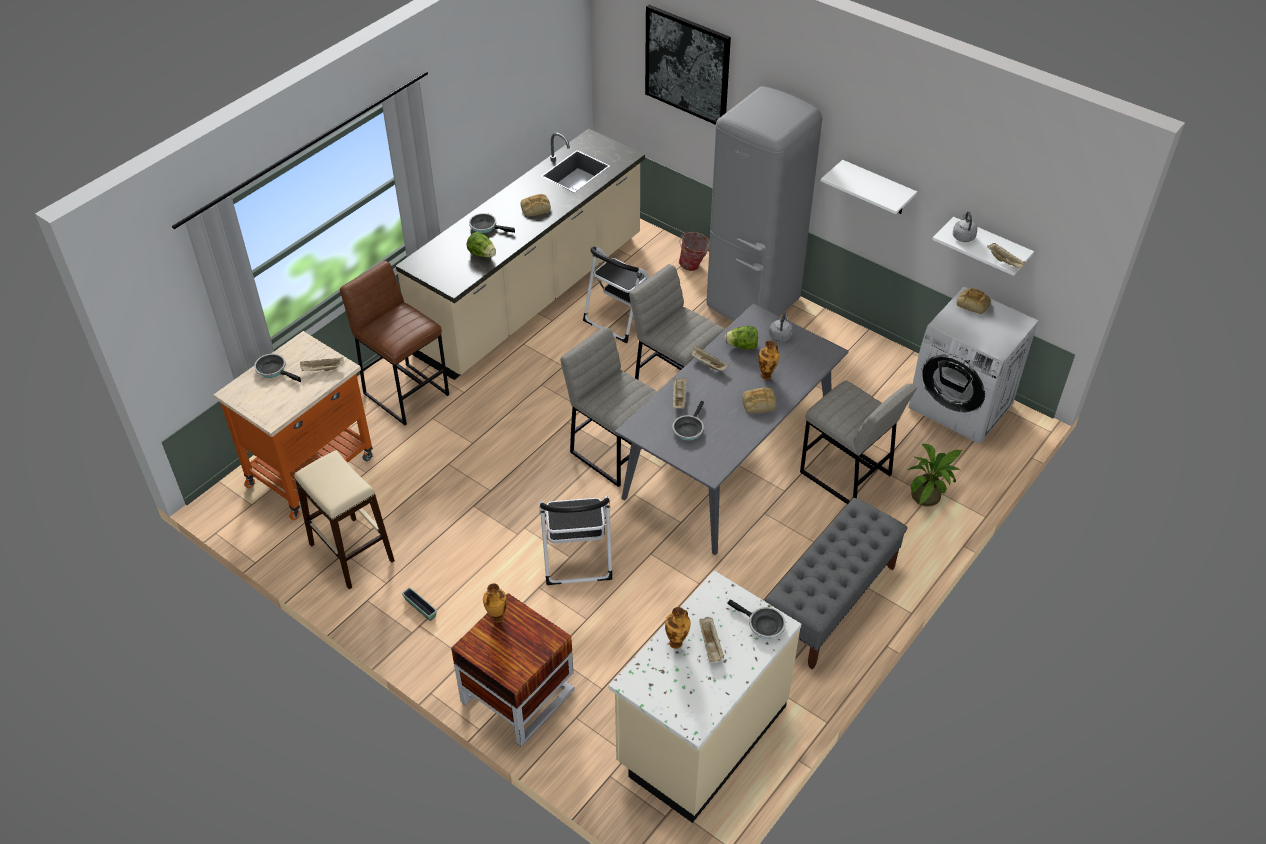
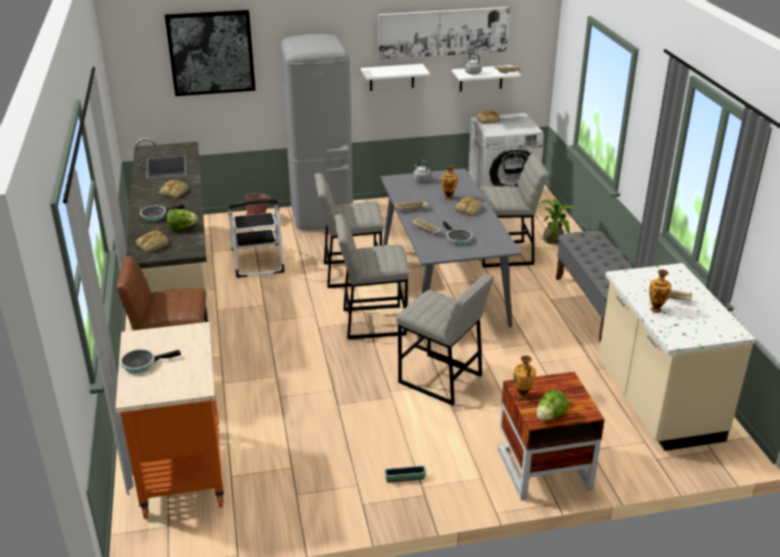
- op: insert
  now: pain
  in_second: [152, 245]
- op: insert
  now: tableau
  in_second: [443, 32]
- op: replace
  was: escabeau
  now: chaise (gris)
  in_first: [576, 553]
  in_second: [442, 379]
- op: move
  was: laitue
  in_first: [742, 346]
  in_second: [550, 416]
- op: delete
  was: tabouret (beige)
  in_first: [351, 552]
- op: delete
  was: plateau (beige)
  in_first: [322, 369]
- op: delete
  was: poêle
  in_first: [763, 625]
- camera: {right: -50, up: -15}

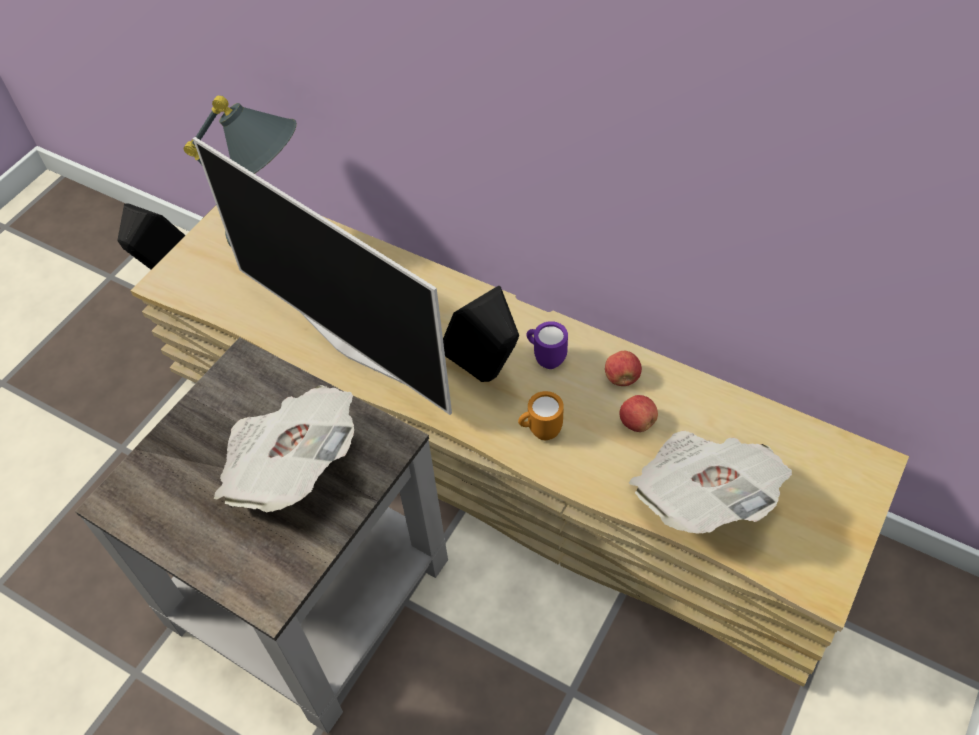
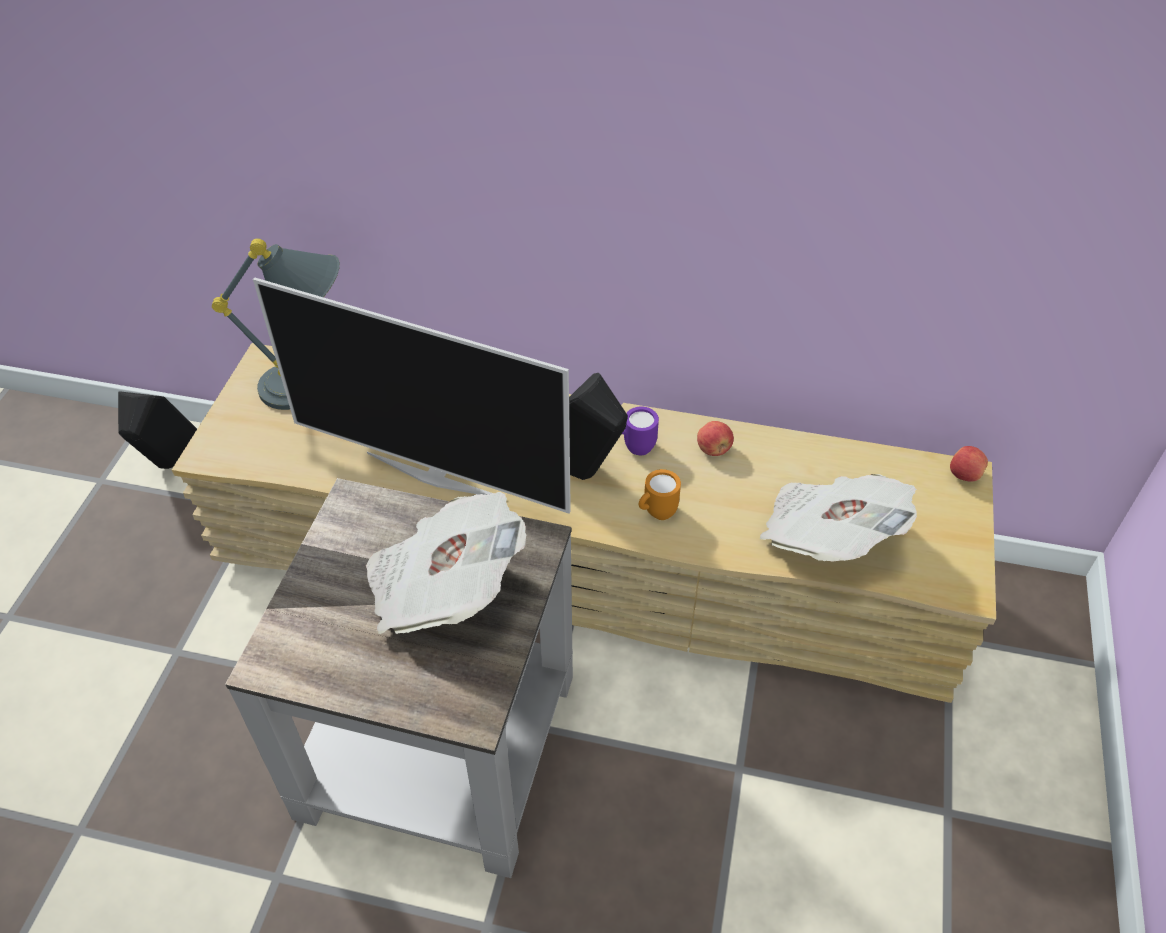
- op: move
  was: pomme
  in_first: [637, 422]
  in_second: [964, 474]
- camera: {right: -20, up: -5}

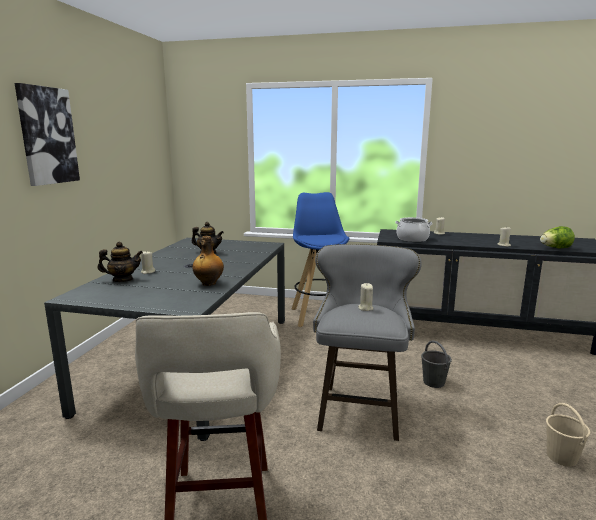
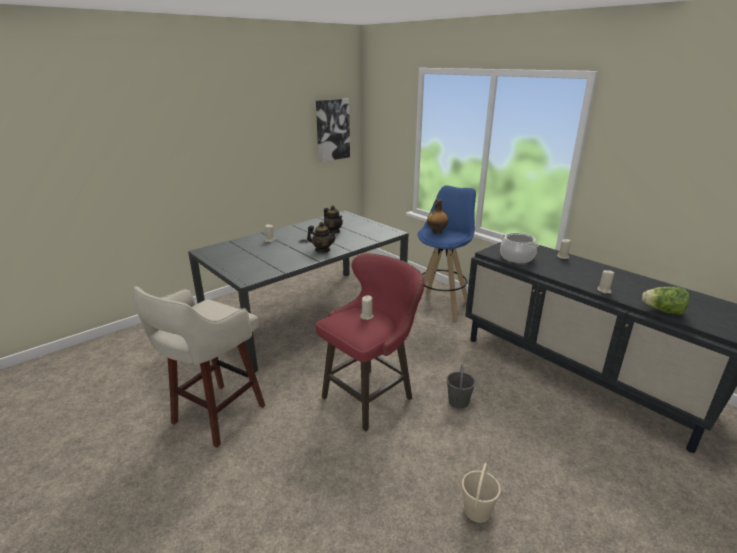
- op: move
  was: théière
  in_first: [122, 280]
  in_second: [322, 250]
- op: move
  was: tableau
  in_first: [47, 136]
  in_second: [332, 130]
- op: recolor
  was: tabouret (gris)
  now: tabouret (rouge)
  in_first: [360, 408]
  in_second: [370, 396]
- op: move
  was: bouteille
  in_first: [208, 283]
  in_second: [436, 231]
- camera: {right: 35, up: 10}

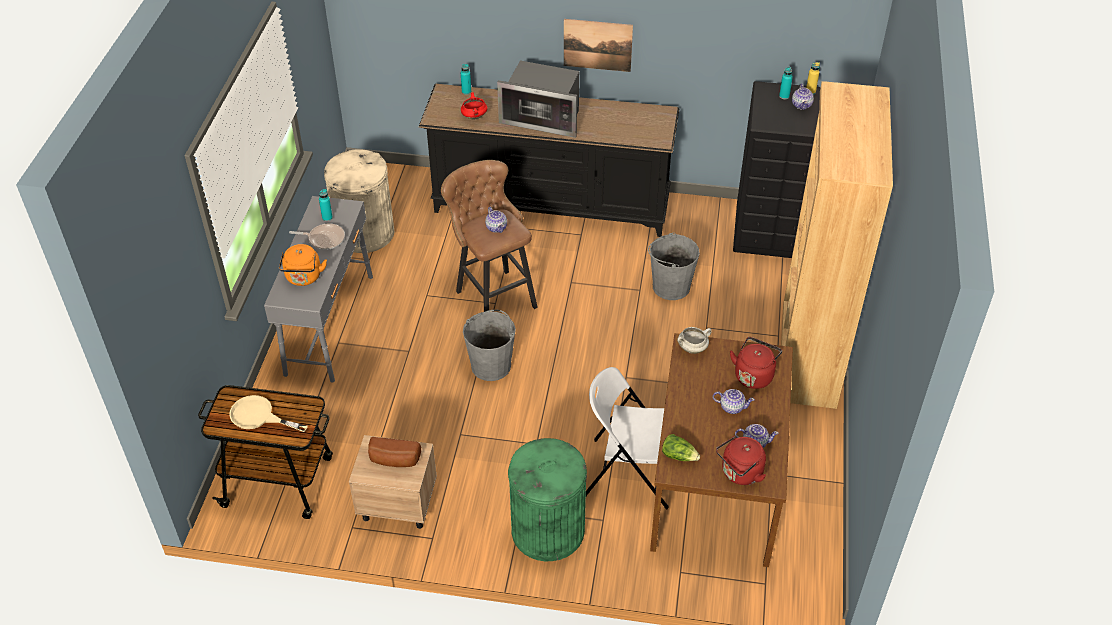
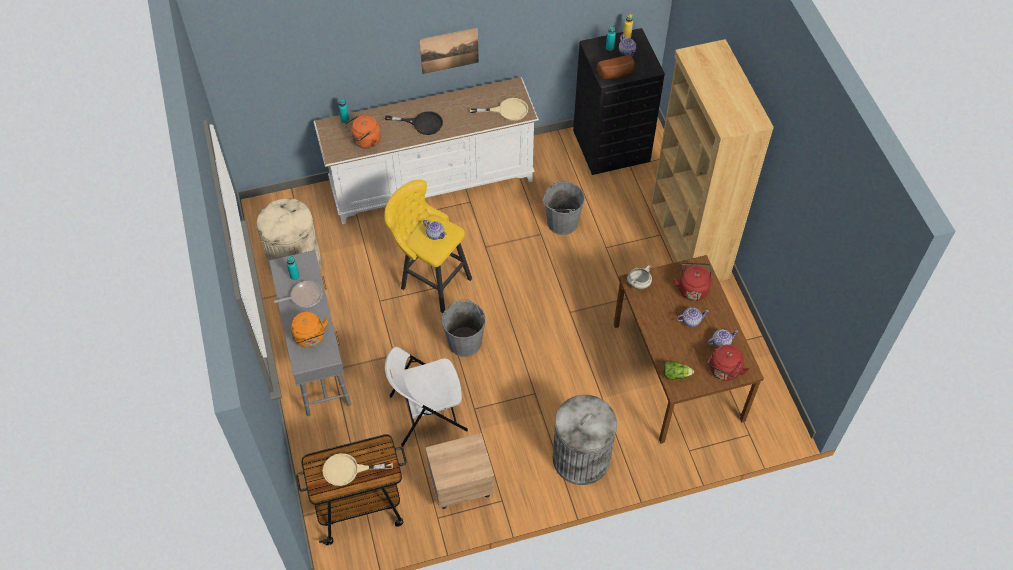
- op: recolor
  was: meuble de rangement (noir)
  now: meuble de rangement (blanc)
  in_first: [551, 205]
  in_second: [432, 184]
- op: replace
  was: marmite (rouge)
  now: bouilloire (orange)
  in_first: [474, 116]
  in_second: [365, 141]
- op: recolor
  was: tabouret (marron)
  now: tabouret (jaune)
  in_first: [491, 293]
  in_second: [429, 279]
- op: replace
  was: micro-ondes
  now: poêle (noir)
  in_first: [543, 118]
  in_second: [422, 123]
- op: move
  was: chaise (blanc)
  in_first: [630, 472]
  in_second: [428, 412]
- op: insert
  now: poêle (beige)
  in_second: [507, 111]
- op: recolor
  was: poubelle (vert)
  now: poubelle (gris)
  in_first: [547, 530]
  in_second: [581, 458]
- op: move
  was: pain
  in_first: [394, 461]
  in_second: [616, 74]
- camera: {right: -25, up: 10}

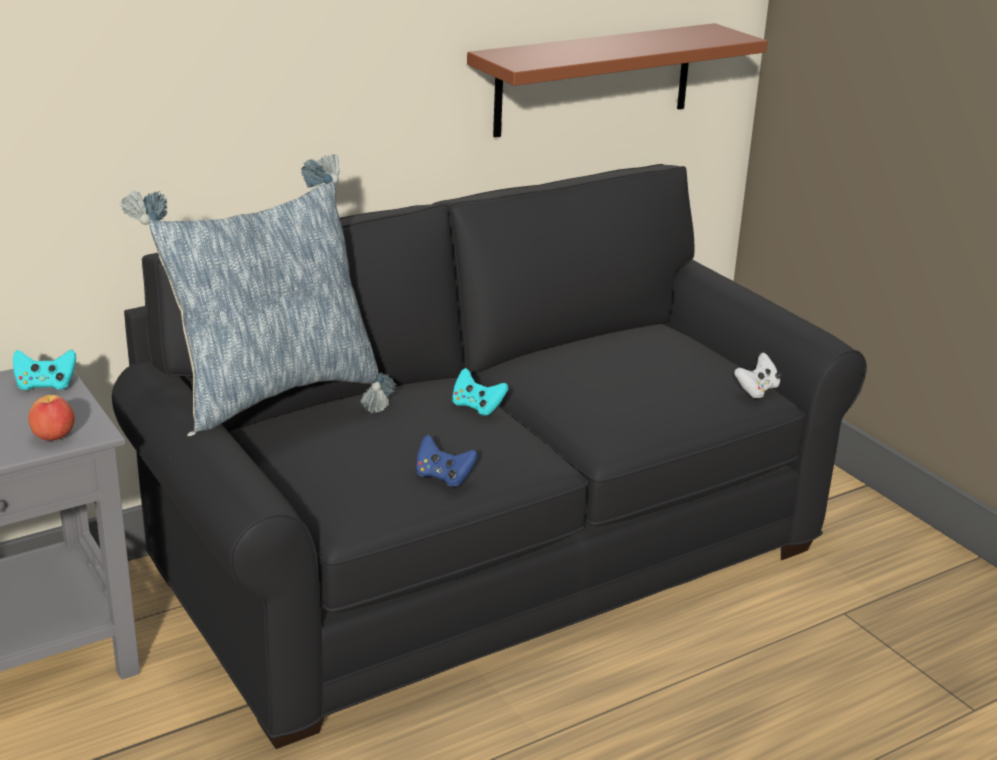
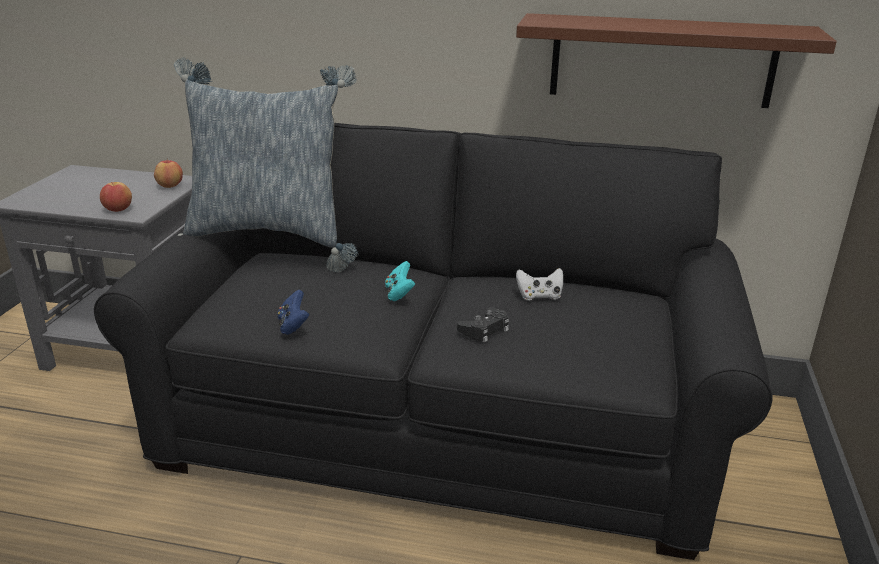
- op: replace
  was: manette (turquoise)
  now: pomme
  in_first: [46, 385]
  in_second: [170, 186]
- op: insert
  now: manette (noir)
  in_second: [485, 330]
- op: move
  was: manette (blanc)
  in_first: [757, 390]
  in_second: [539, 296]
- camera: {right: 45, up: 0}

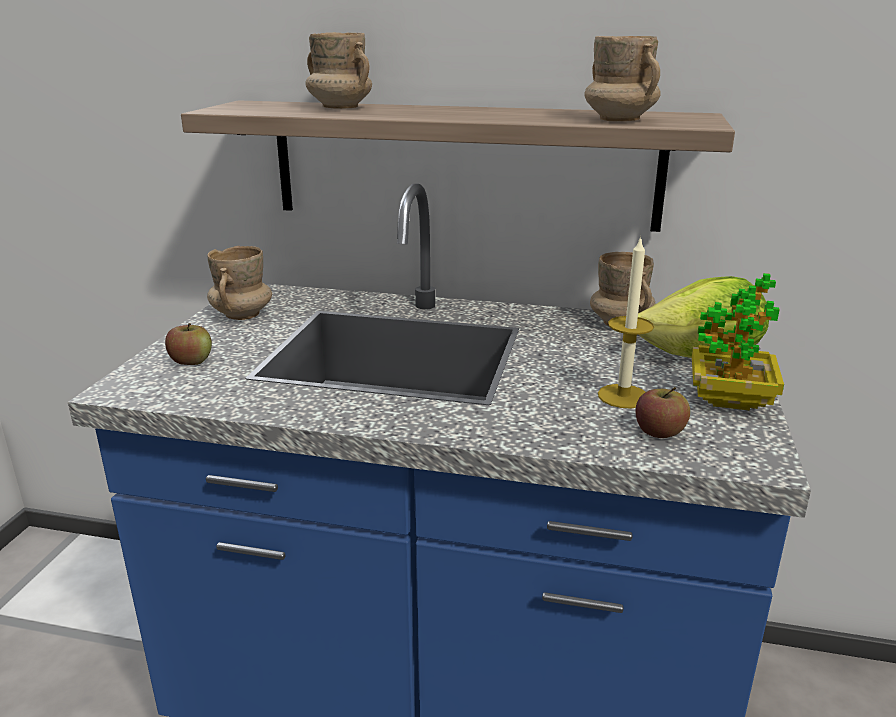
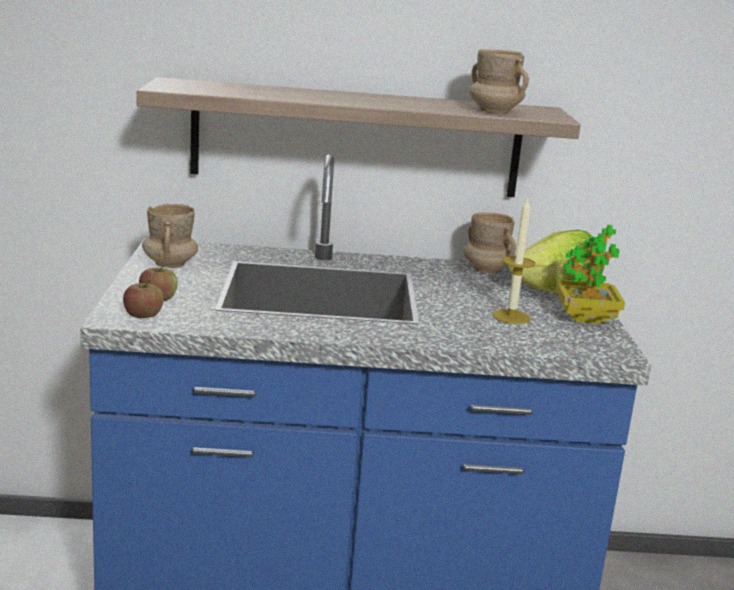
- op: move
  was: pomme
  in_first: [659, 432]
  in_second: [143, 315]
- op: delete
  was: mug (beige)
  in_first: [339, 107]
- camera: {right: -15, up: -5}

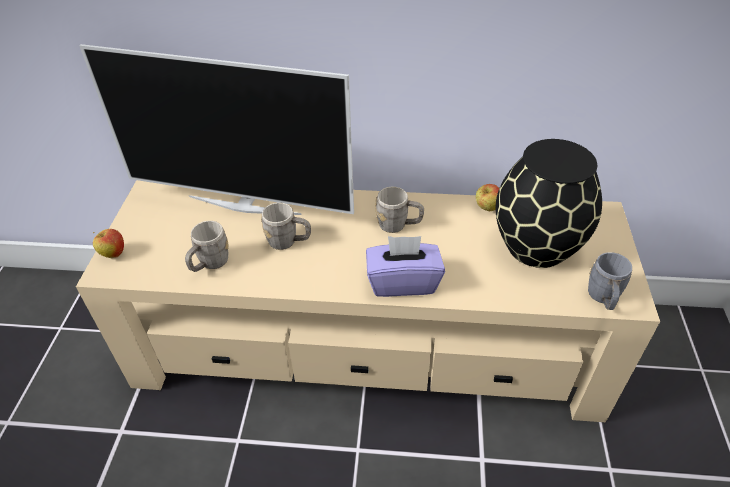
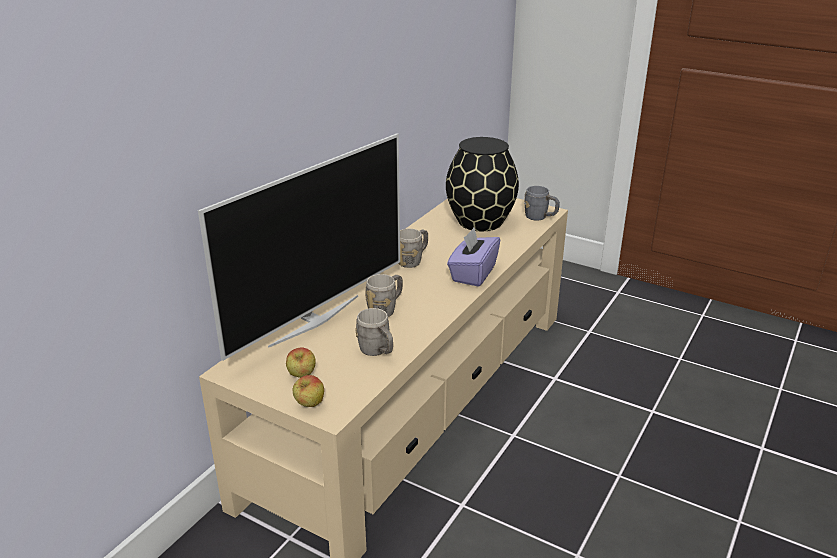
- op: move
  was: pomme
  in_first: [487, 208]
  in_second: [302, 376]
- camera: {right: -65, up: -15}

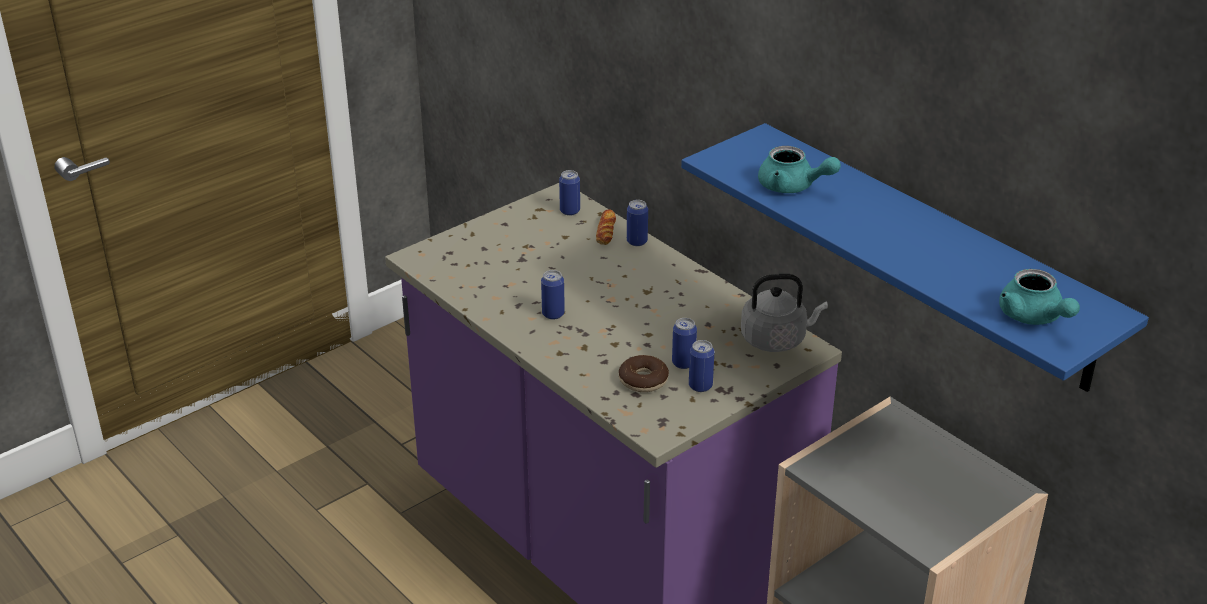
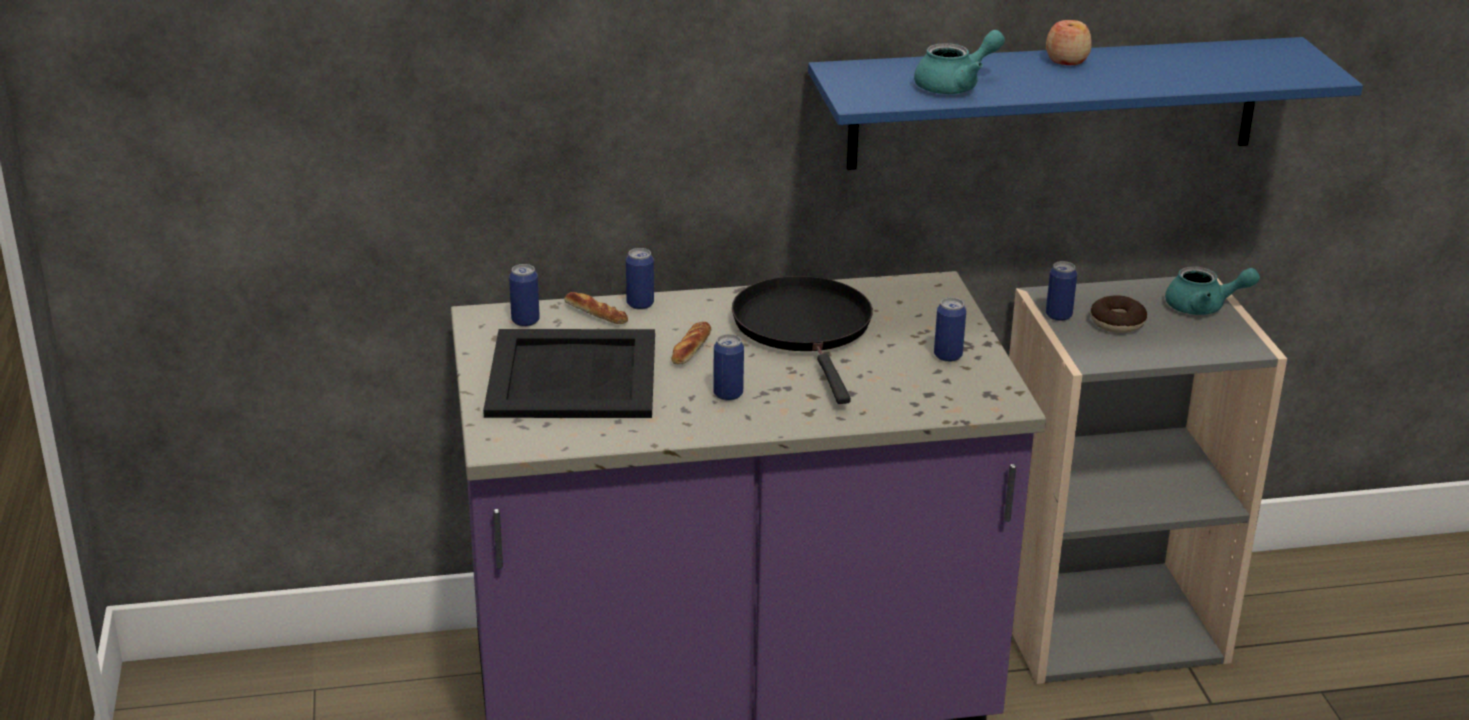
- op: insert
  now: plateau (noir)
  in_second: [571, 376]
- op: insert
  now: pain
  in_second: [691, 348]
- op: insert
  now: poêle (noir)
  in_second: [805, 329]
- op: insert
  now: pomme
  in_second: [1066, 61]
- op: move
  was: boîte métallique
  in_first: [683, 363]
  in_second: [1058, 316]
- op: move
  was: beignet
  in_first: [643, 380]
  in_second: [1117, 323]
- op: move
  was: théière (turquoise)
  in_first: [1034, 317]
  in_second: [1203, 307]
- op: delete
  was: bouilloire (gris)
  in_first: [776, 339]
- camera: {right: -60, up: -5}

